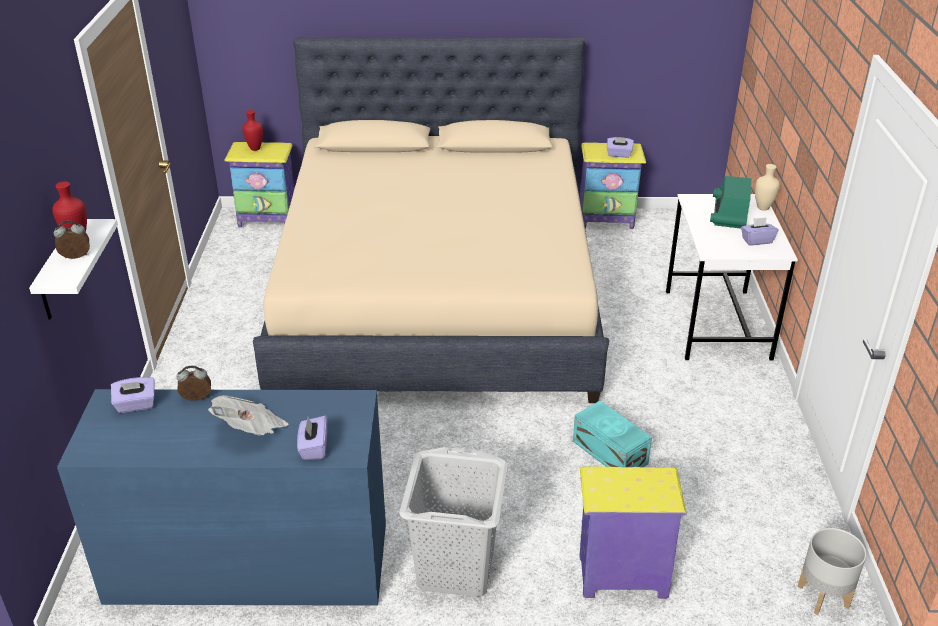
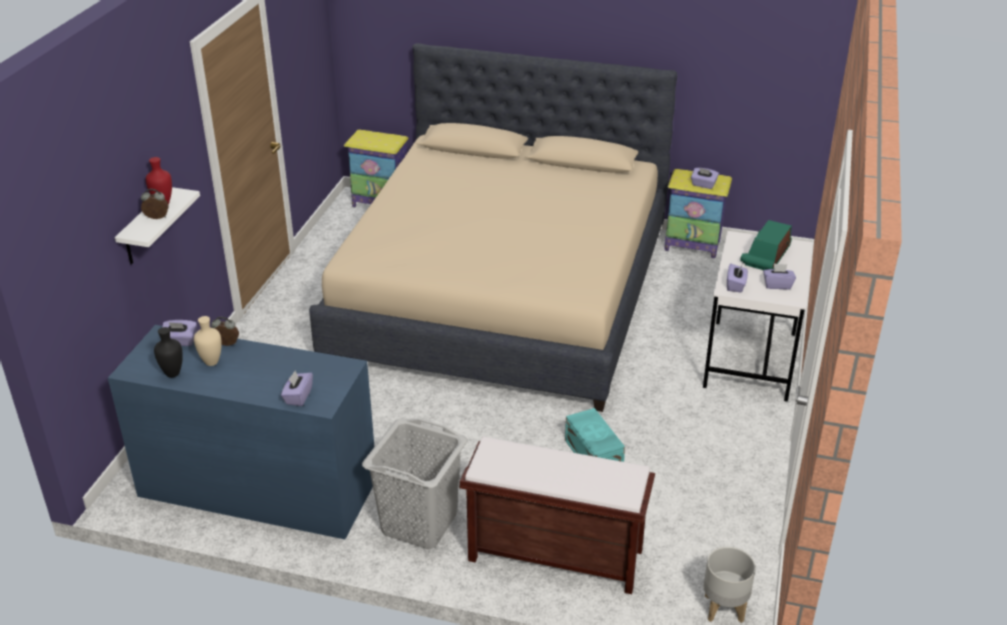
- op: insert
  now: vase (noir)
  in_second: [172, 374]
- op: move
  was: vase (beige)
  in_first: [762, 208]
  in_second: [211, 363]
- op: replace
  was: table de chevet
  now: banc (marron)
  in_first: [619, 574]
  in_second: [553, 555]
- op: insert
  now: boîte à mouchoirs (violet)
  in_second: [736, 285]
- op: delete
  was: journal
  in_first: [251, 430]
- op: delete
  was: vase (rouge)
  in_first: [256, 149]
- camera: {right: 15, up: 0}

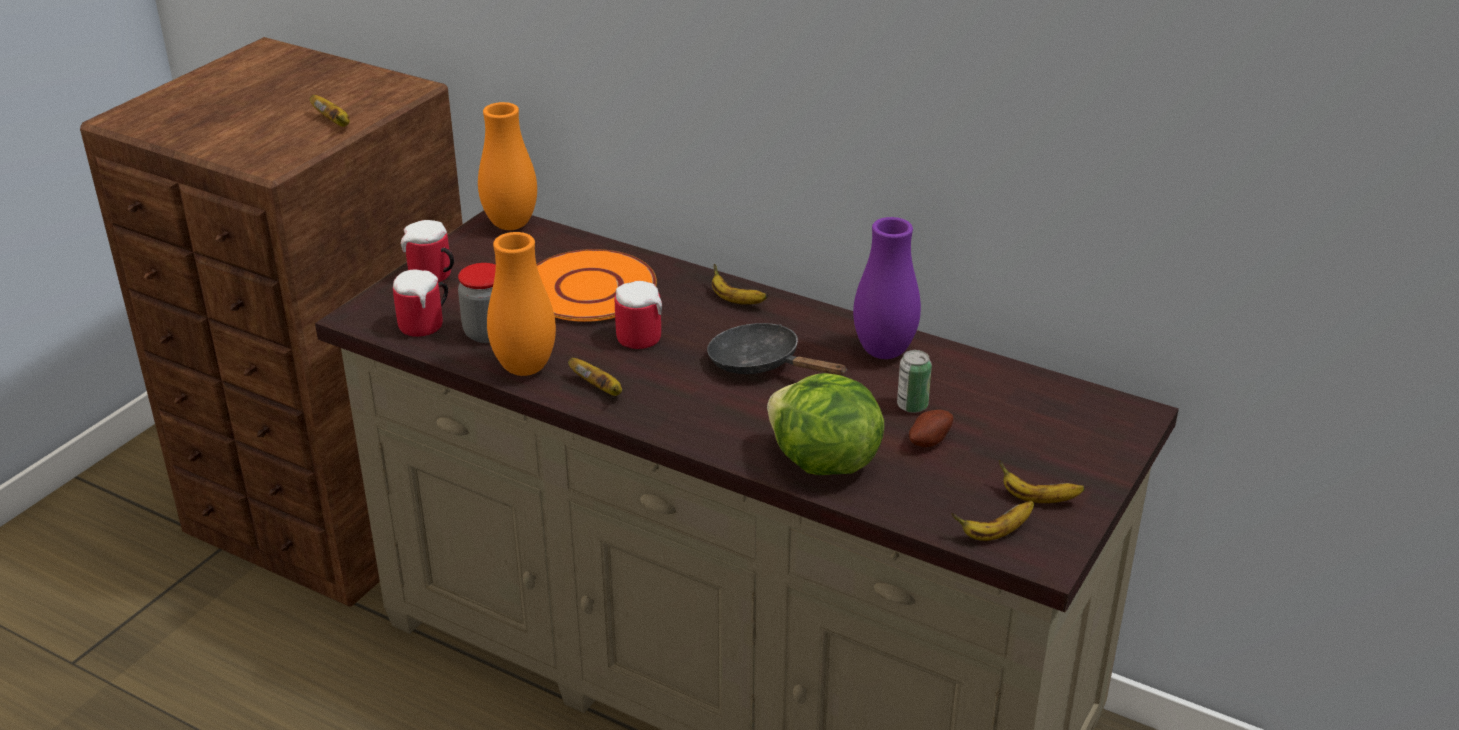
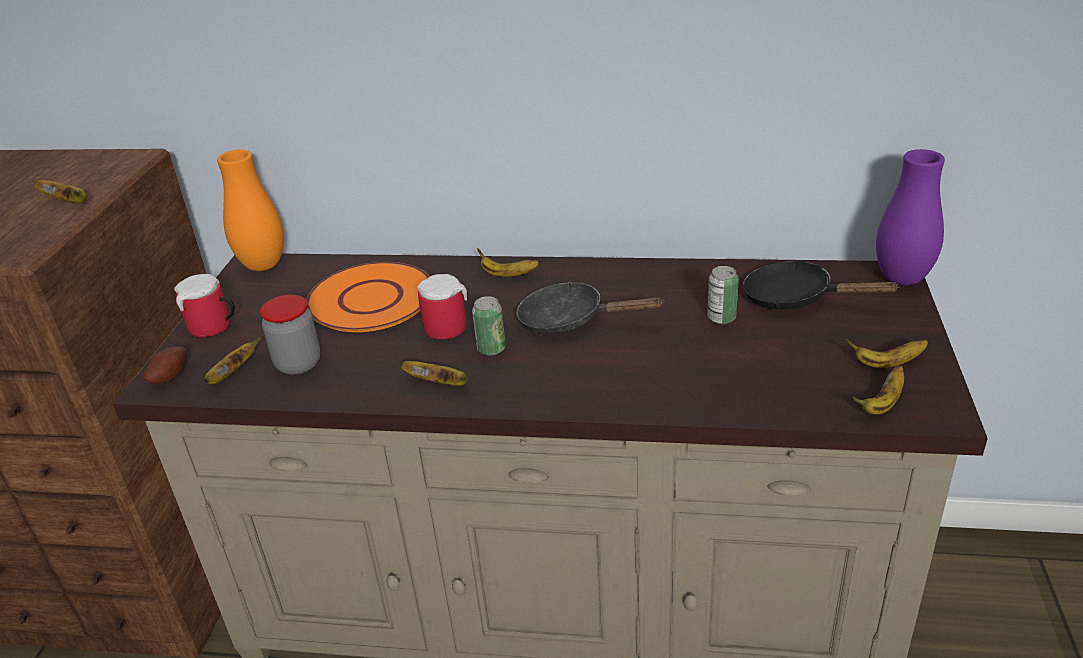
- op: move
  was: pomme de terre
  in_first: [928, 440]
  in_second: [168, 376]
- op: replace
  was: mug
  now: banane
  in_first: [427, 324]
  in_second: [233, 372]
- op: insert
  now: boîte métallique
  in_second: [491, 349]
- op: insert
  now: poêle (noir)
  in_second: [796, 298]
- op: move
  was: vase (violet)
  in_first: [884, 352]
  in_second: [902, 279]
- op: delete
  was: vase (orange)
  in_first: [525, 368]
- op: delete
  was: laitue
  in_first: [822, 463]
- camera: {right: -20, up: 0}

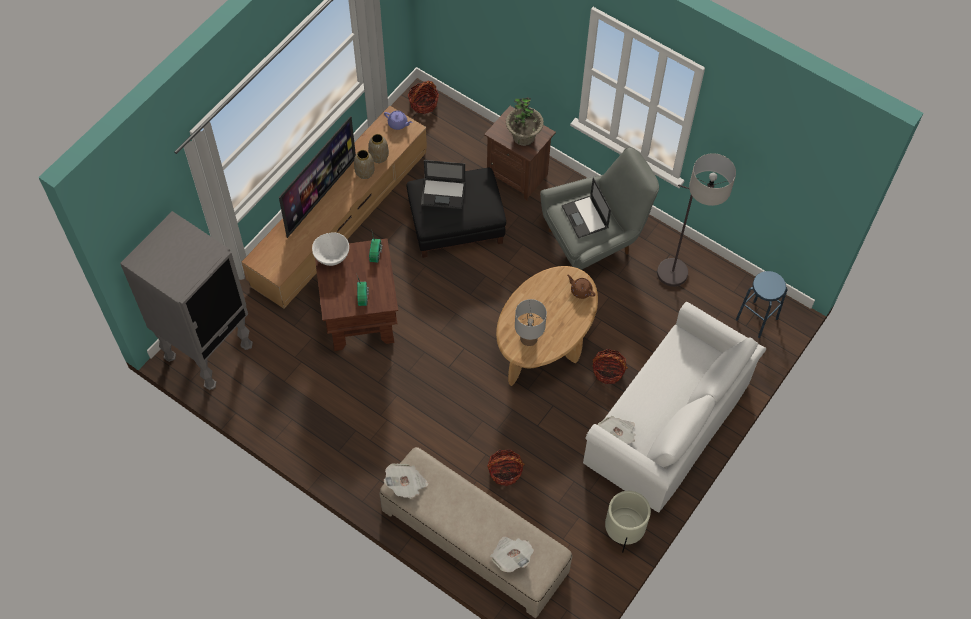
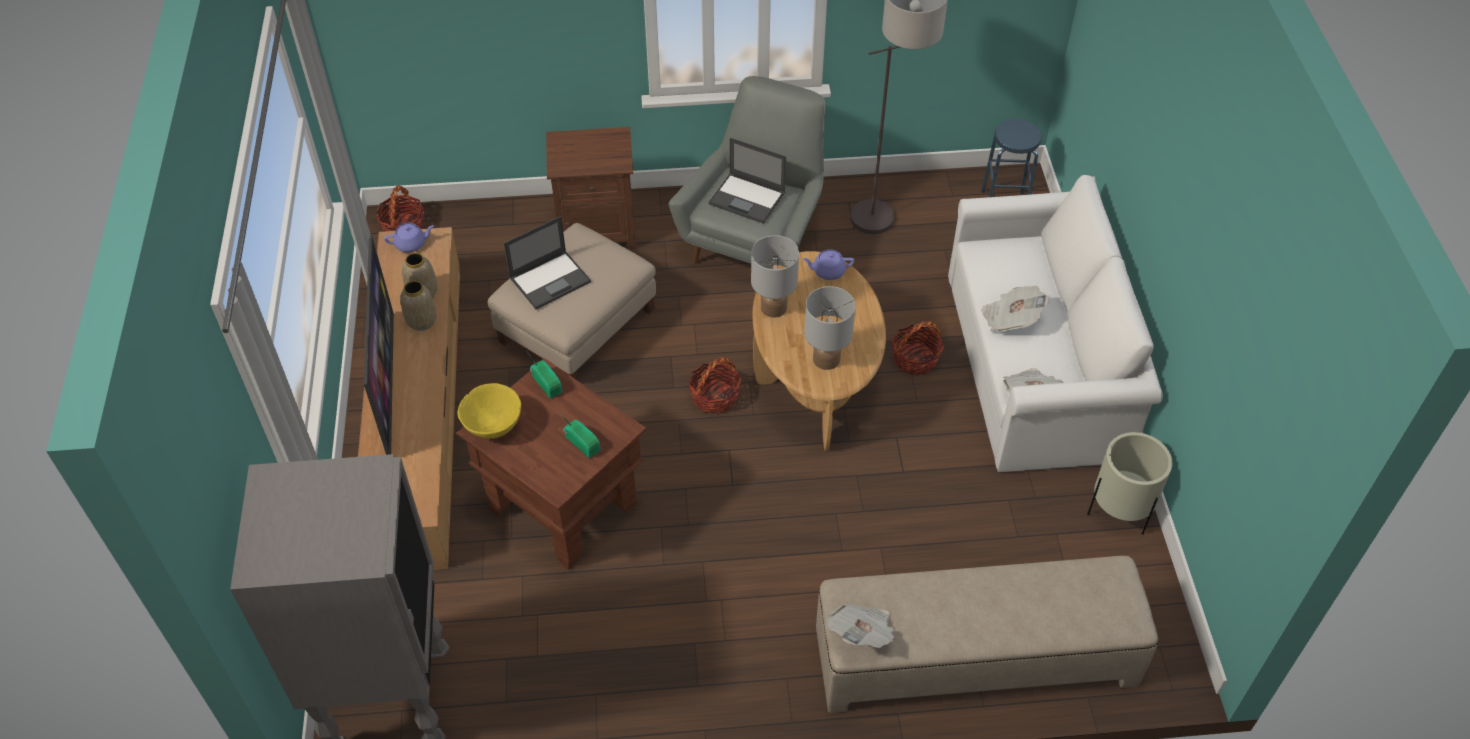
- op: recolor
  was: bol (blanc)
  now: bol (jaune)
  in_first: [332, 257]
  in_second: [493, 426]
- op: recolor
  was: pouf (noir)
  now: pouf (beige)
  in_first: [456, 224]
  in_second: [577, 324]
- op: move
  was: panier
  in_first: [505, 472]
  in_second: [715, 396]
- op: insert
  now: lampe de table (gris)
  in_second: [773, 308]
- op: recolor
  was: théière (marron)
  now: théière (violet)
  in_first: [580, 290]
  in_second: [828, 271]
- op: move
  was: journal
  in_first: [511, 556]
  in_second: [1010, 319]
- op: delete
  was: plante en pot
  in_first: [523, 136]
- camera: {right: -40, up: -10}

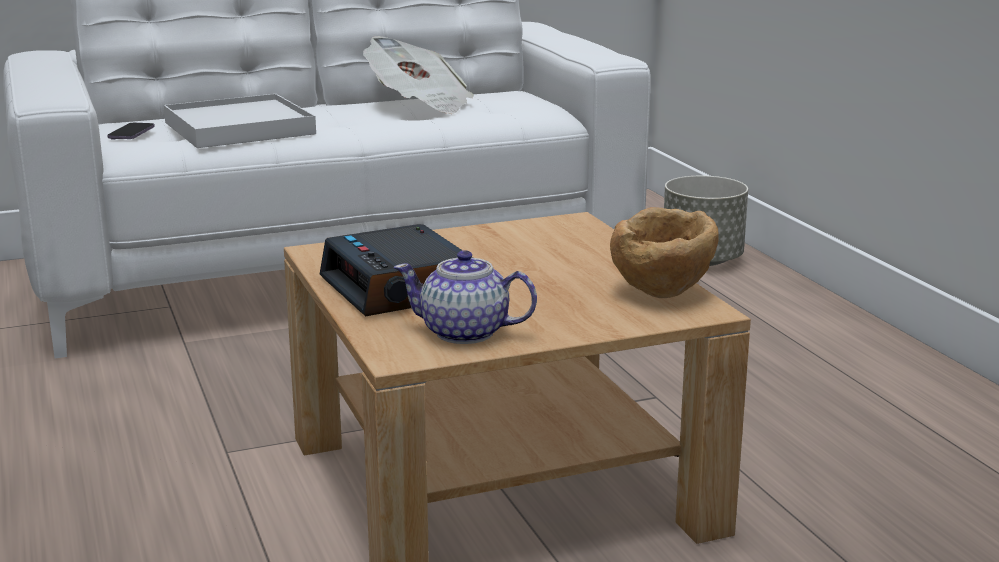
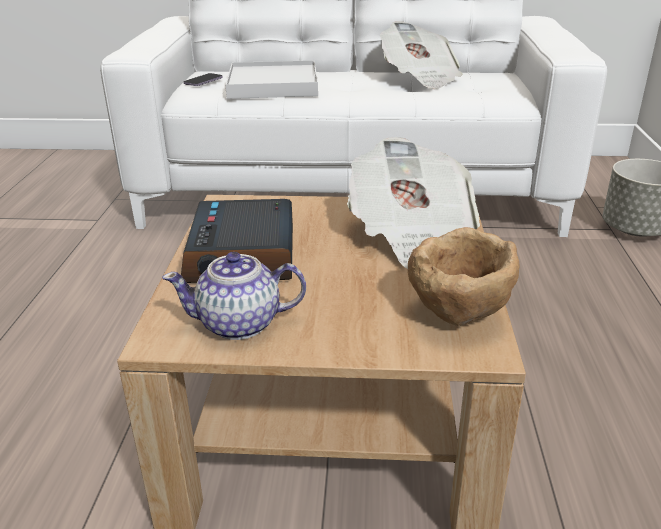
- op: rotate
  was: théière
  in_first: [465, 333]
  in_second: [240, 324]
  clockwise: -45
- op: insert
  now: journal
  in_second: [412, 236]
- camera: {right: 25, up: 10}

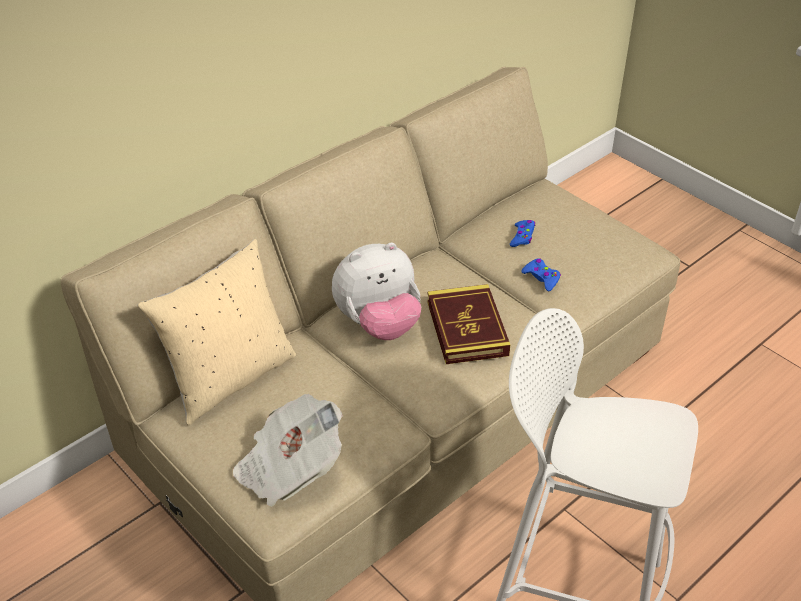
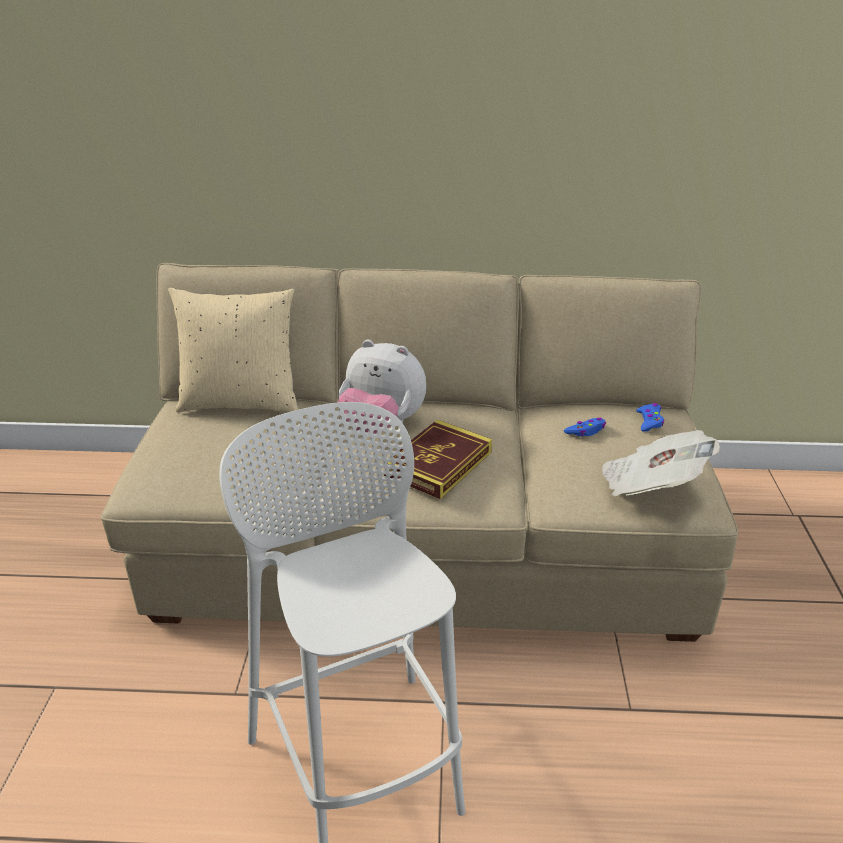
- op: move
  was: journal
  in_first: [289, 468]
  in_second: [651, 485]
- op: move
  was: manette (bleu)
  in_first: [541, 278]
  in_second: [649, 421]
- camera: {right: 45, up: -10}

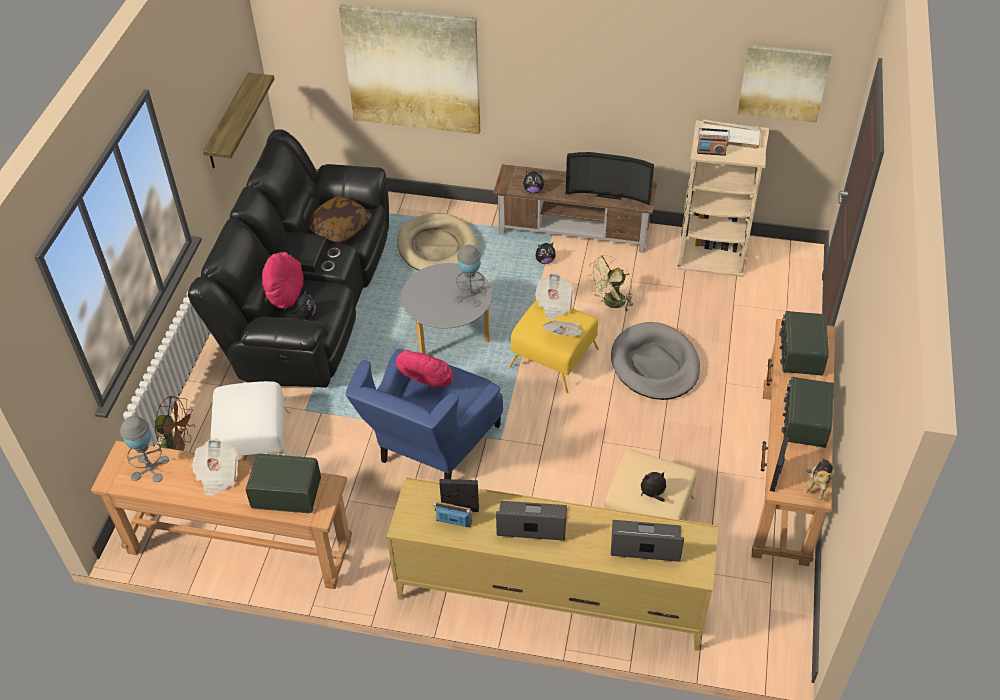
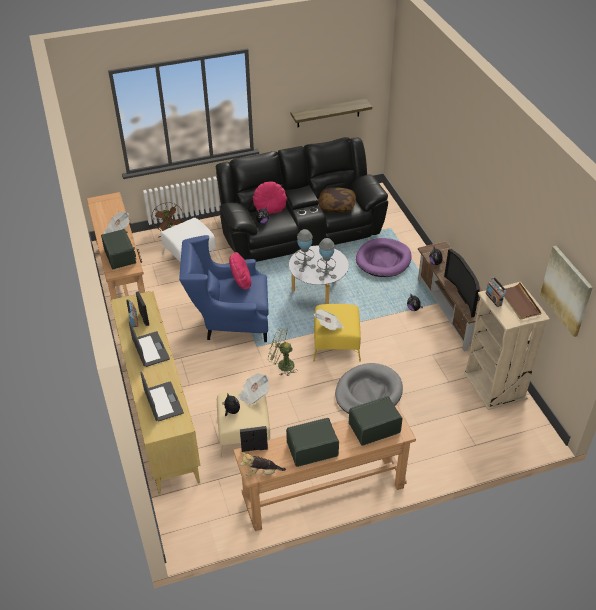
- op: move
  was: journal
  in_first: [554, 304]
  in_second: [254, 395]
- op: move
  was: ventilateur (vert)
  in_first: [611, 304]
  in_second: [282, 365]
- op: move
  was: lampe de table (gris)
  in_first: [150, 468]
  in_second: [304, 264]
- op: recolor
  was: panier pour chien (beige)
  now: panier pour chien (violet)
  in_first: [437, 247]
  in_second: [383, 260]
- op: recolor
  was: plateau (blanc)
  now: plateau (marron)
  in_first: [730, 137]
  in_second: [519, 302]
- op: delete
  was: tableau
  in_first: [412, 69]
- camera: {right: 60, up: -5}

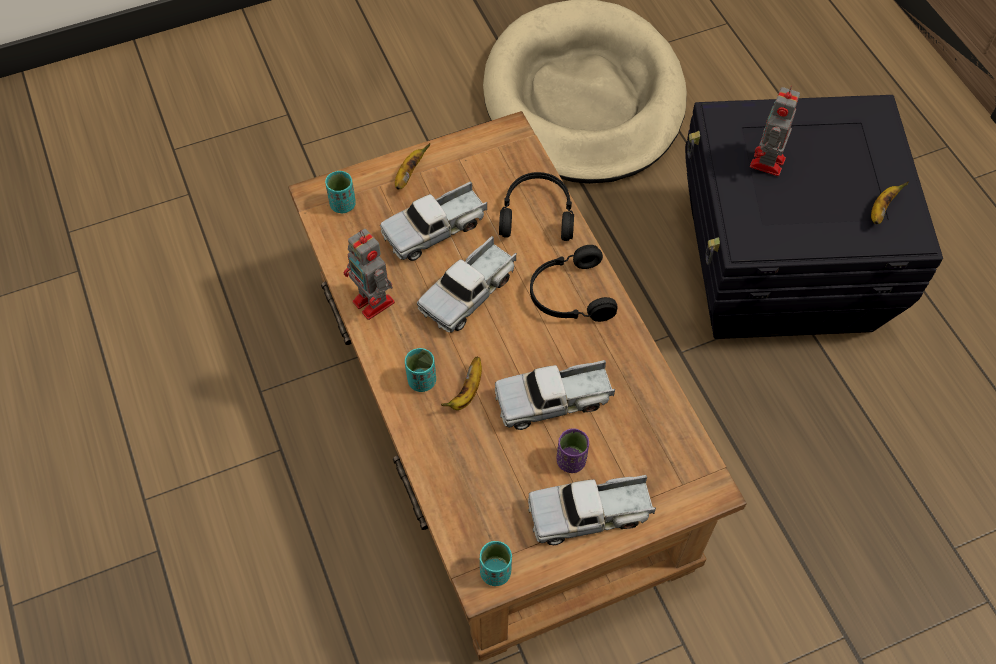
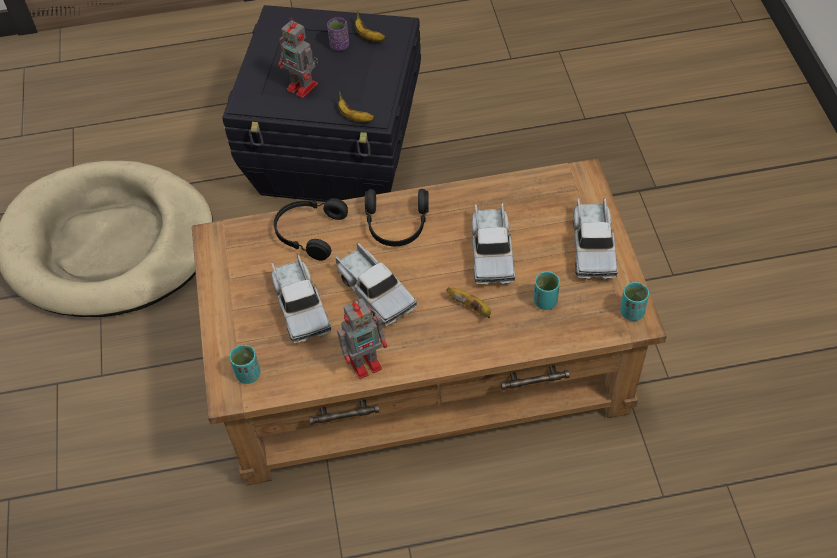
- op: move
  was: tasse (violet)
  in_first: [571, 461]
  in_second: [339, 45]
- op: move
  was: banane
  in_first: [409, 174]
  in_second: [354, 117]
- op: move
  was: tasse (turquoise)
  in_first: [421, 381]
  in_second: [545, 301]
- camera: {right: -75, up: -5}

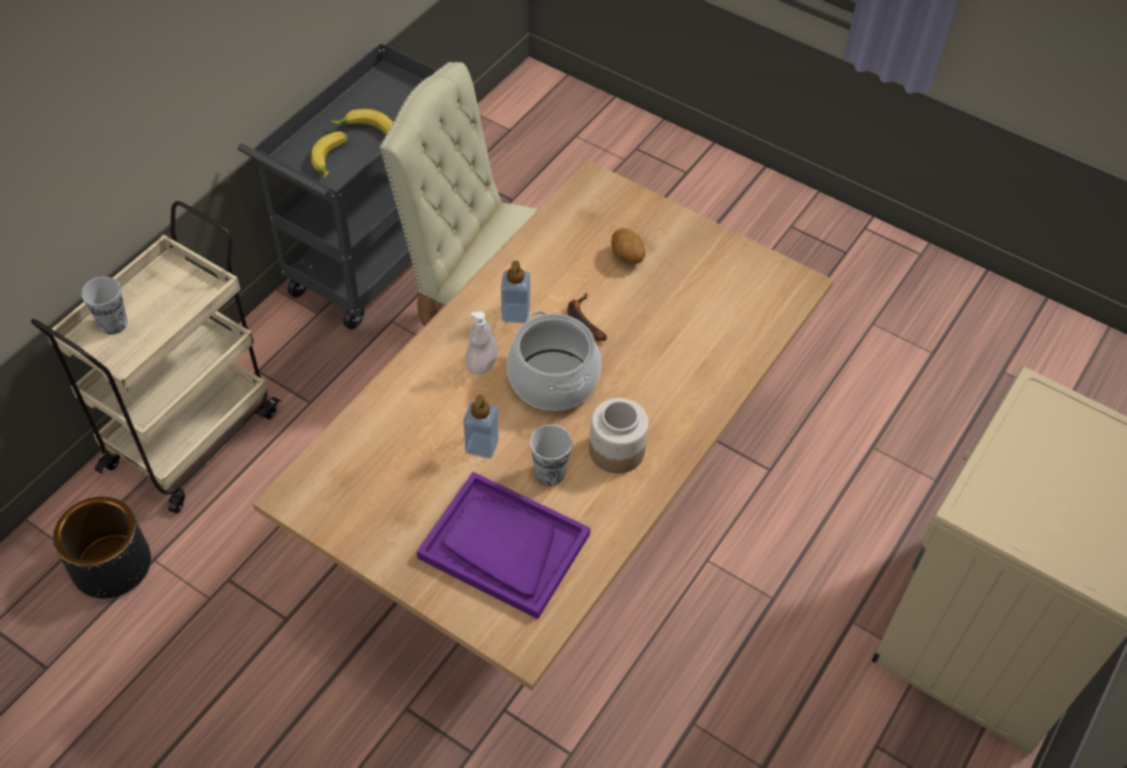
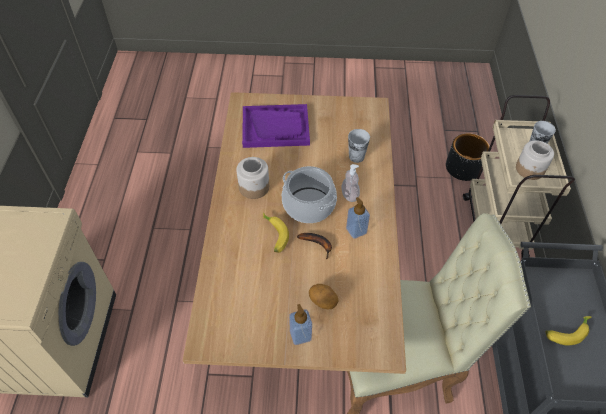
- op: move
  was: banane
  in_first: [332, 160]
  in_second: [274, 235]
- op: move
  was: distributeur de savon
  in_first: [481, 445]
  in_second: [300, 335]
- op: move
  was: tasse
  in_first: [550, 473]
  in_second: [356, 156]
- op: insert
  now: bocal
  in_second: [530, 169]
- camera: {right: 150, up: 0}

